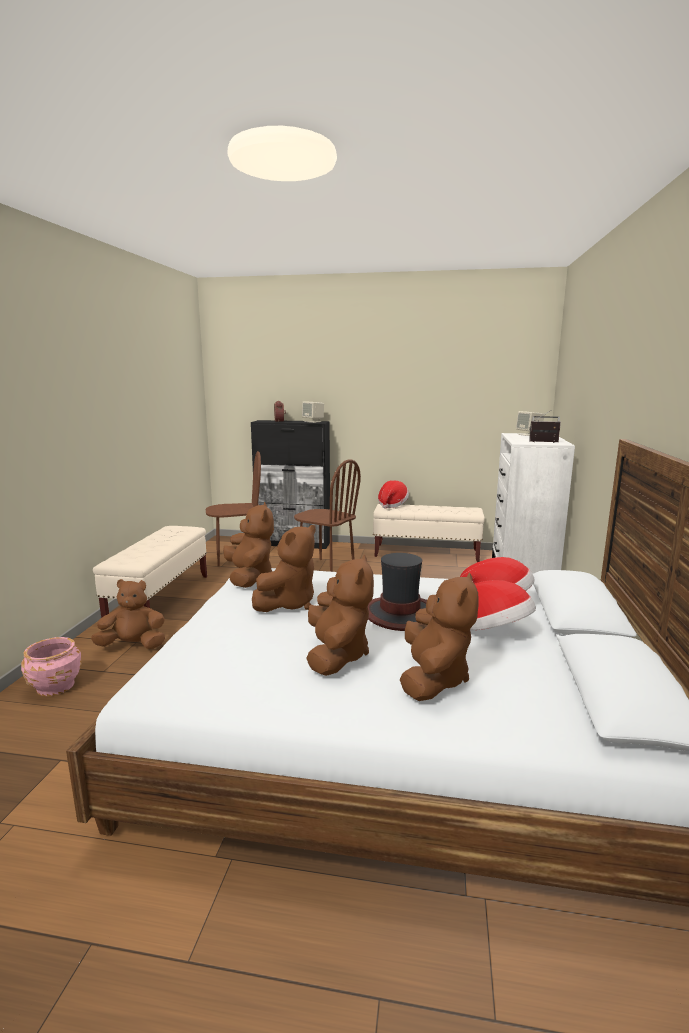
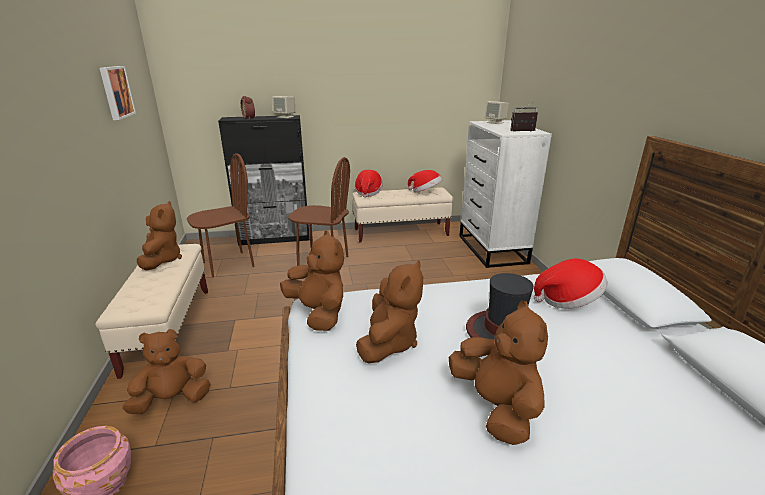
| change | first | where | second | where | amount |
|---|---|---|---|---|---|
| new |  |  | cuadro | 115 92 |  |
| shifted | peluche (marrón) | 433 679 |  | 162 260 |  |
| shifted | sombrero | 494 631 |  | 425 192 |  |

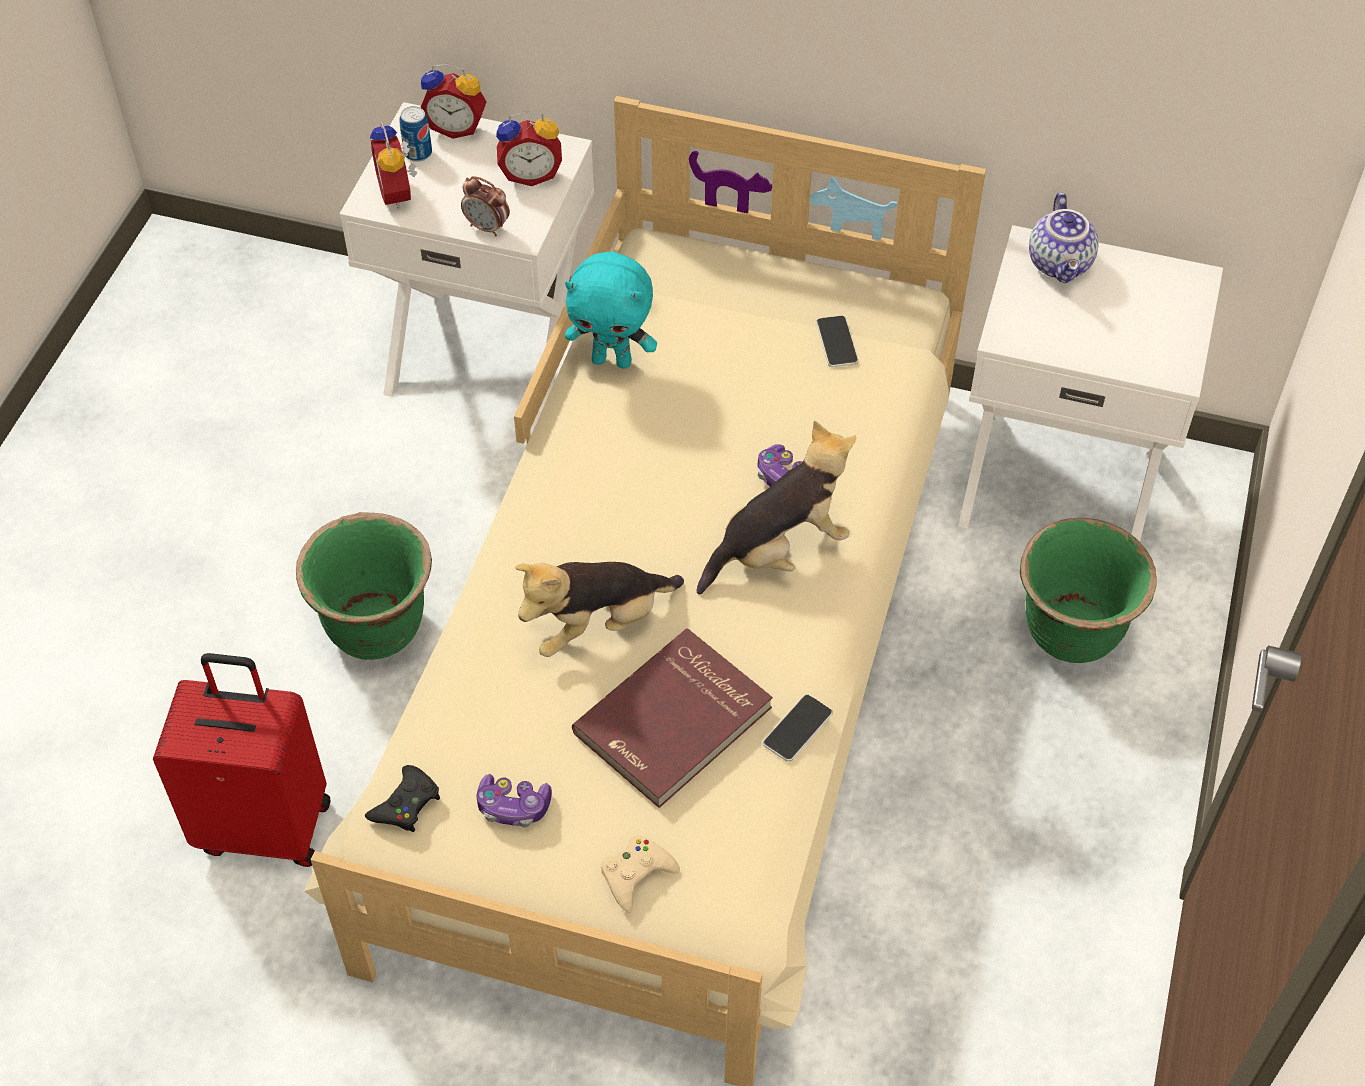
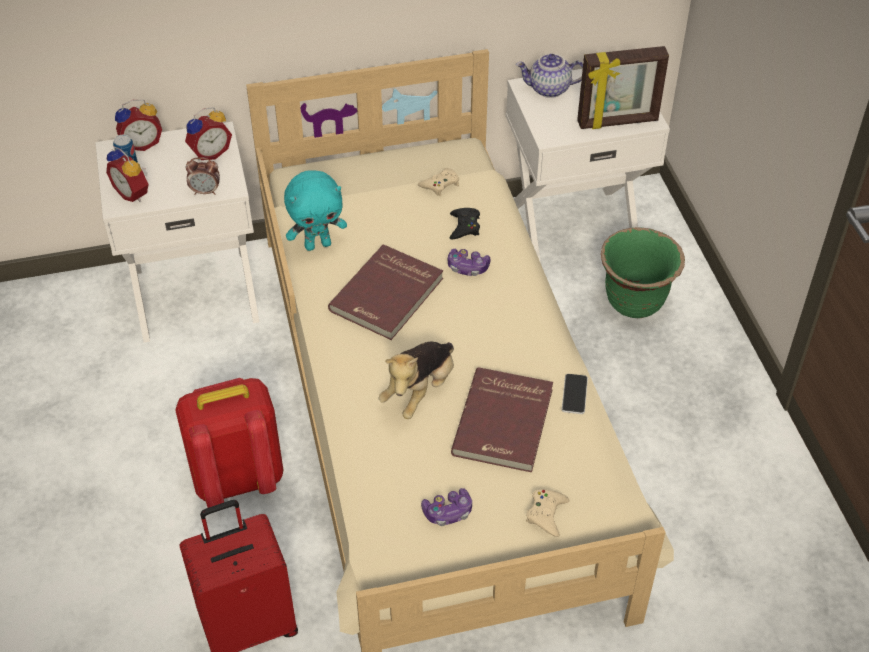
| change | first | where | second | where | amount |
|---|---|---|---|---|---|
| gone | peluche | 779 549 |  |  |  |
| new |  |  | libro (rojo) | 388 295 |  |
| new |  |  | portarretratos | 618 122 |  |
| shifted | mando de consola (negro) | 406 804 |  | 464 227 |  |
| swapped | maceta (verde) | 376 628 | mochila (rojo) | 237 478 |  |
| swapped | móvil | 836 342 | mando de consola (beis) | 440 184 |  |
| rotated | tetera | 1061 264 |  | 549 90 | 120 degrees clockwise |

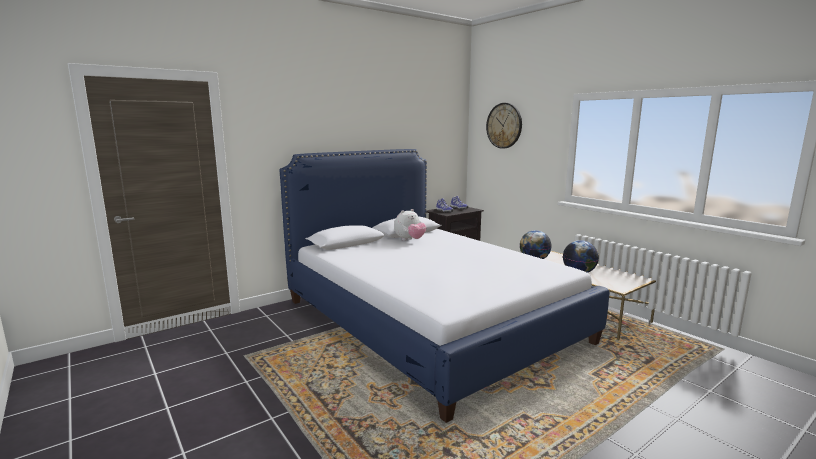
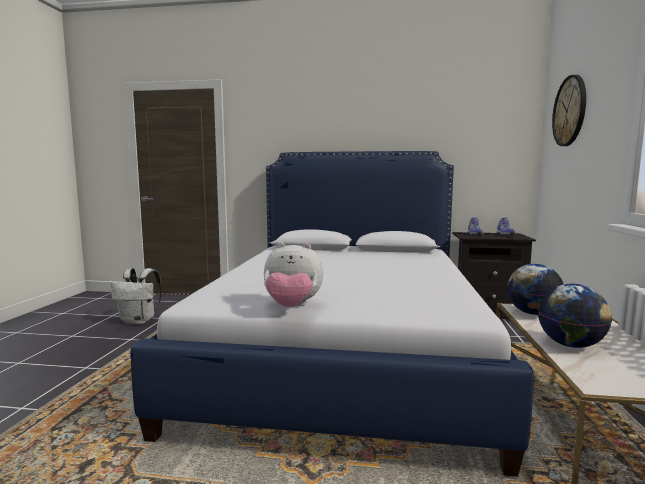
| change | first | where | second | where | amount |
|---|---|---|---|---|---|
| new |  |  | mochila (blanco) | 139 321 |  |
| shifted | peluche | 410 240 |  | 292 307 |  |

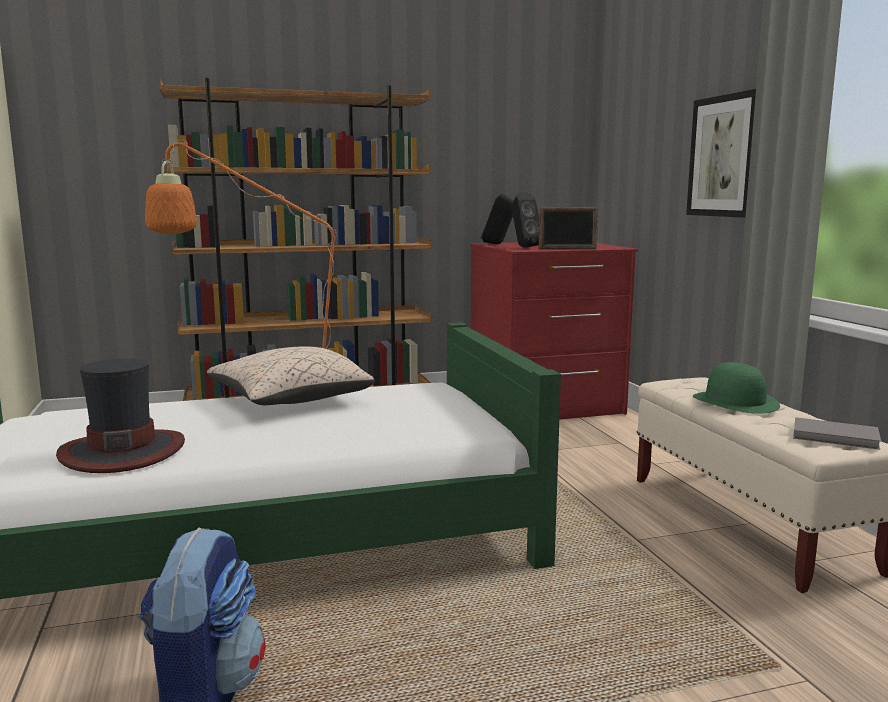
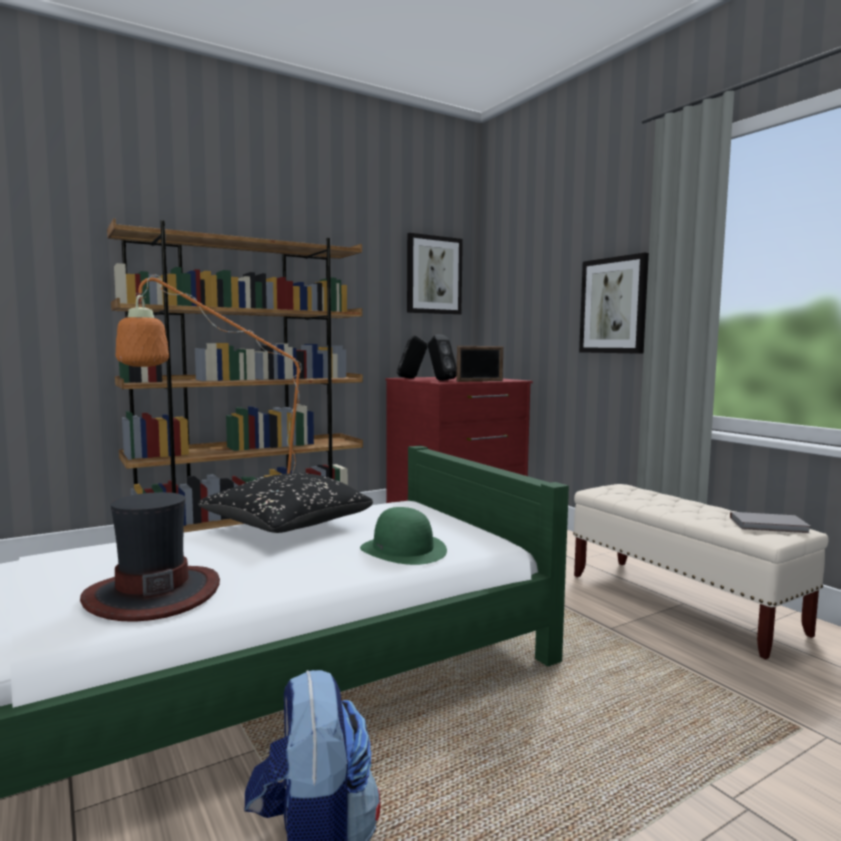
| change | first | where | second | where | amount |
|---|---|---|---|---|---|
| new |  |  | cuadro | 433 275 |  |
| shifted | sombrero (verde) | 735 402 |  | 403 550 |  |
| repainted | cojín (beis) | 290 401 | cojín (negro) | 287 527 |  |

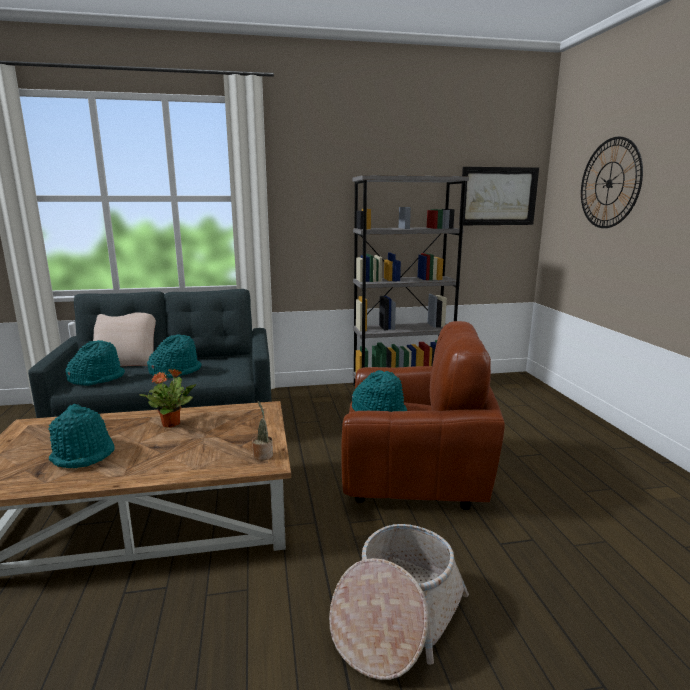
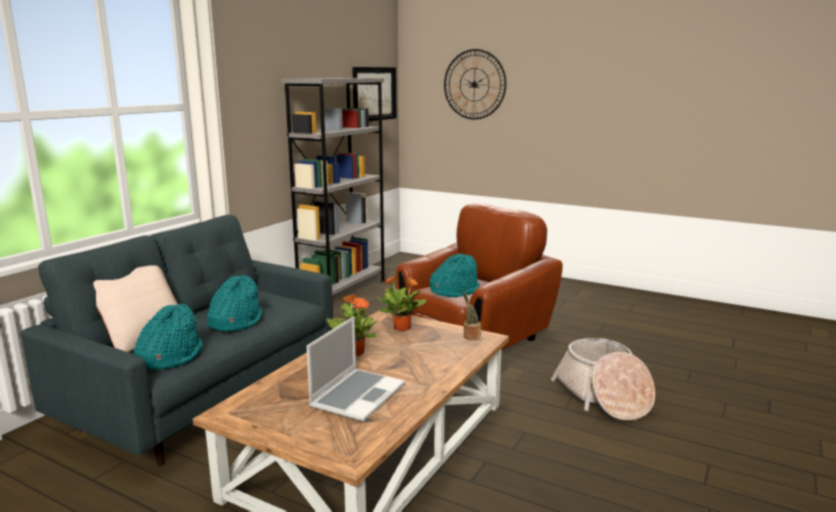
| change | first | where | second | where | amount |
|---|---|---|---|---|---|
| new |  |  | planta en maceta | 402 328 |  |
| swapped | sombrero (turquesa) | 83 454 | portátil | 357 395 |  |

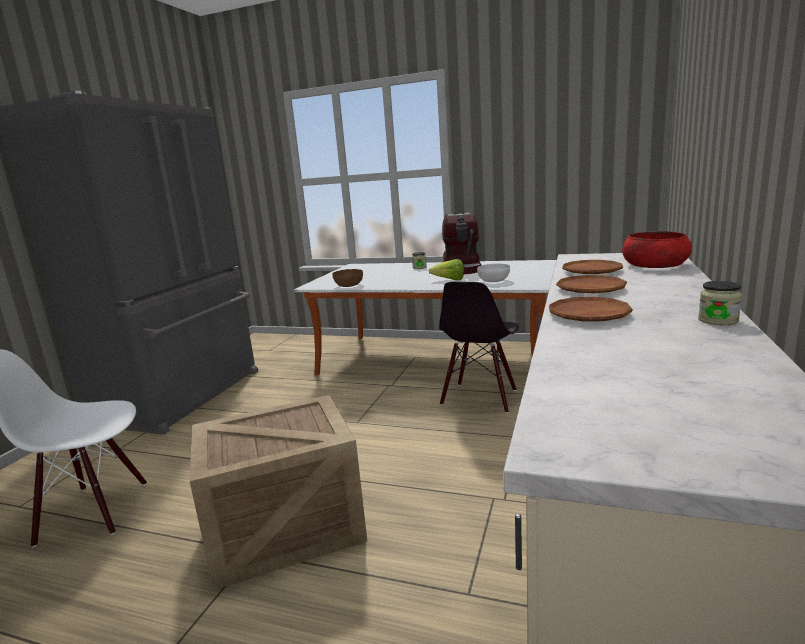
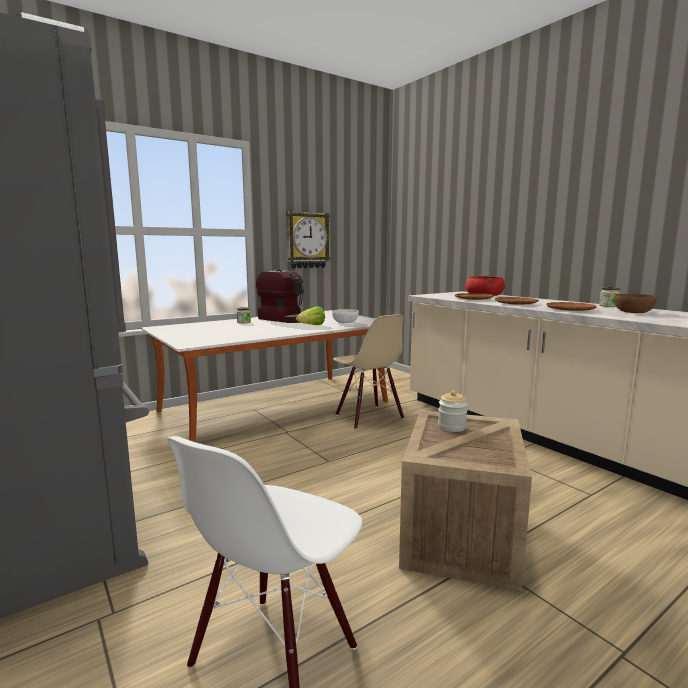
| change | first | where | second | where | amount |
|---|---|---|---|---|---|
| new |  |  | reloj de pared | 307 240 |  |
| new |  |  | tarro | 451 427 |  |
| shifted | cuenco (marrón) | 349 285 |  | 632 312 |  |
| repainted | silla (negro) | 480 397 | silla (beis) | 368 417 |  |

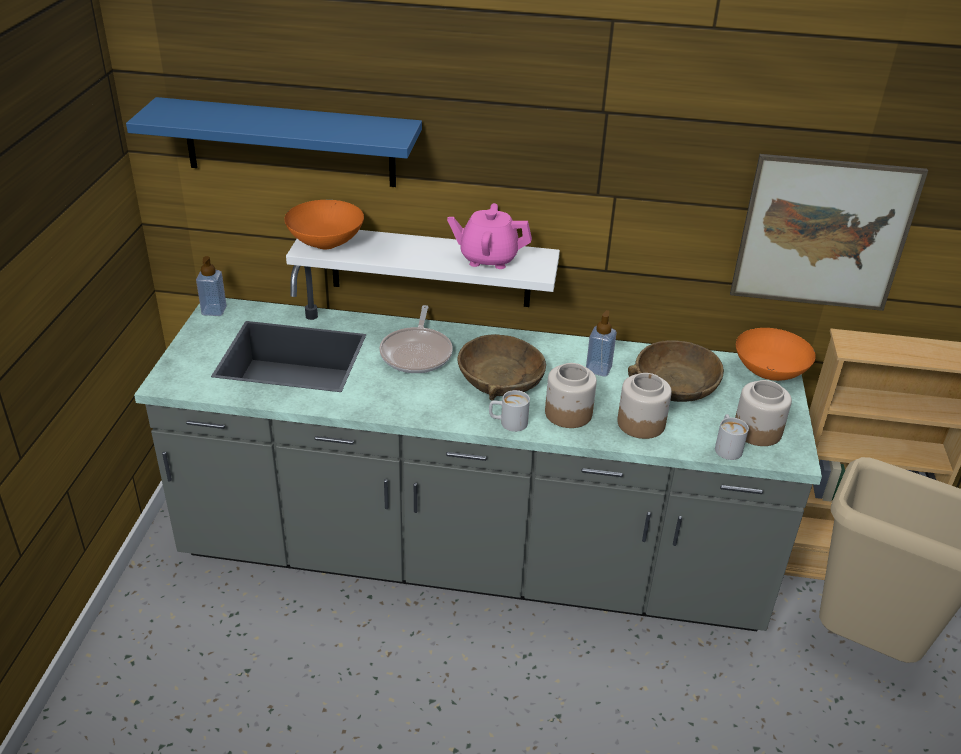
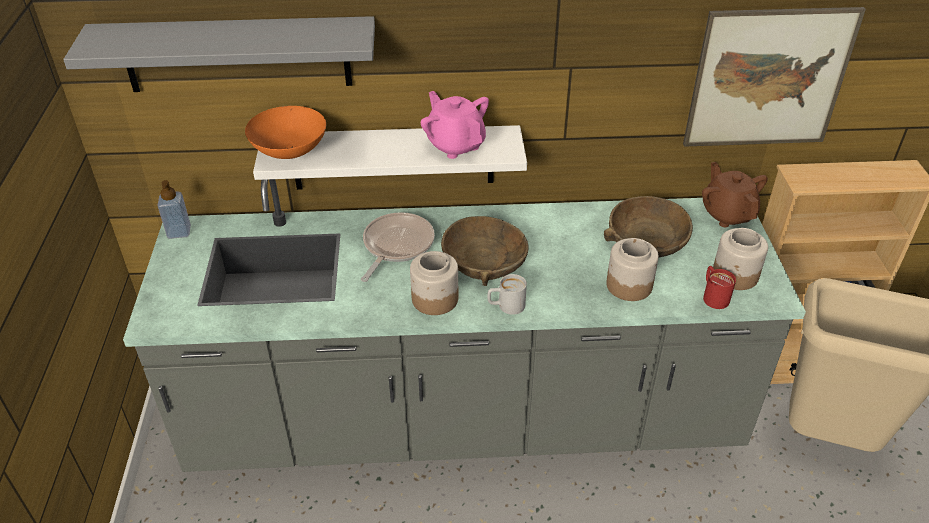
| change | first | where | second | where | amount |
|---|---|---|---|---|---|
| gone | dispensador de jabón | 598 369 |  |  |  |
| shifted | tarro | 567 413 |  | 434 299 |  |
| swapped | cuenco (naranja) | 770 373 | tetera (marrón) | 727 214 |  |
| repainted | estante (azul) | 290 143 | estante (gris) | 237 54 |  |
| repainted | taza grande (blanco) | 726 446 | taza grande (rojo) | 713 296 |  |
| rotated | sartén | 417 353 |  | 396 246 | 150 degrees counterclockwise |
| rotated | tetera (rosa) | 488 258 |  | 455 145 | 60 degrees clockwise |

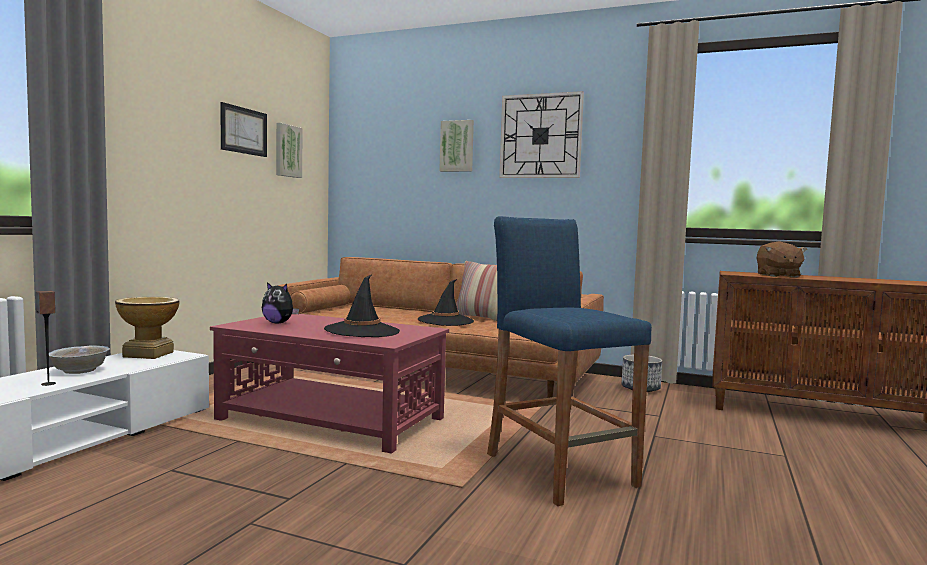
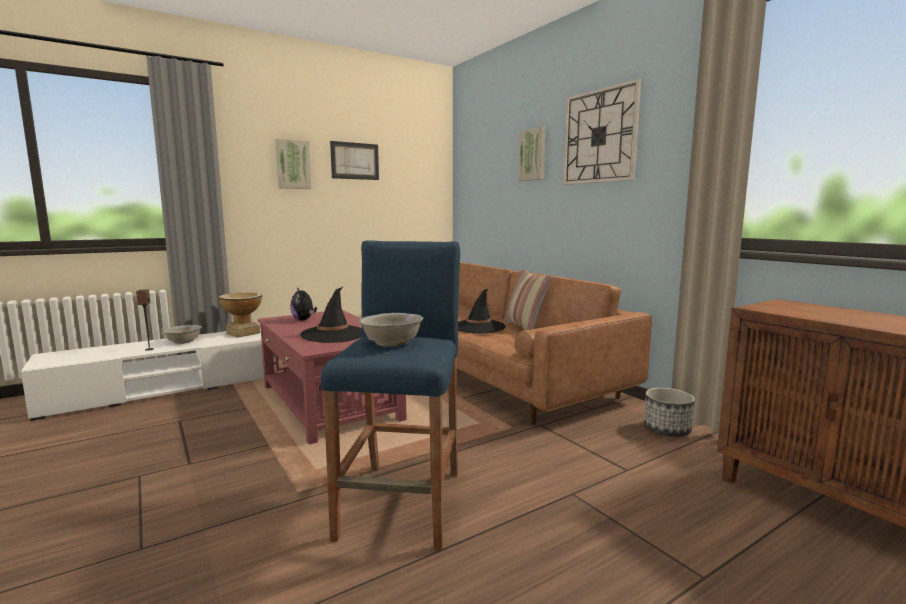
| change | first | where | second | where | amount |
|---|---|---|---|---|---|
| gone | peluche (marrón) | 777 275 |  |  |  |
| new |  |  | cuenco (blanco) | 392 343 |  |
| shifted | cuadro | 287 151 |  | 293 164 |  |

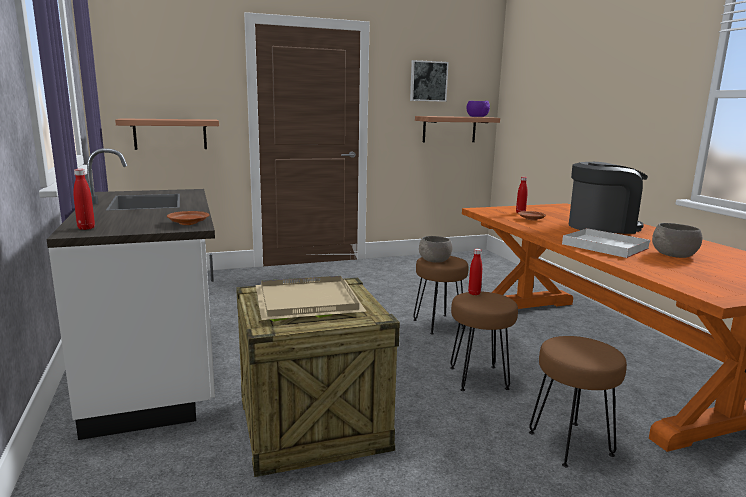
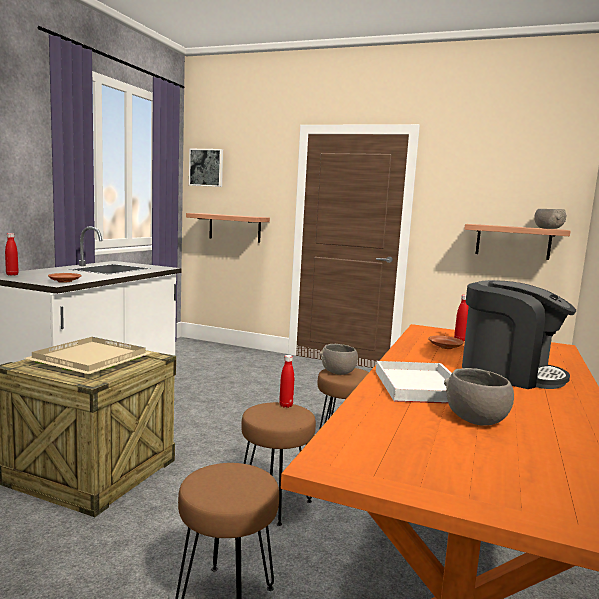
| change | first | where | second | where | amount |
|---|---|---|---|---|---|
| shifted | cuadro | 428 81 |  | 206 167 |  |
| repainted | cuenco (morado) | 477 116 | cuenco (gris) | 548 228 |  |

